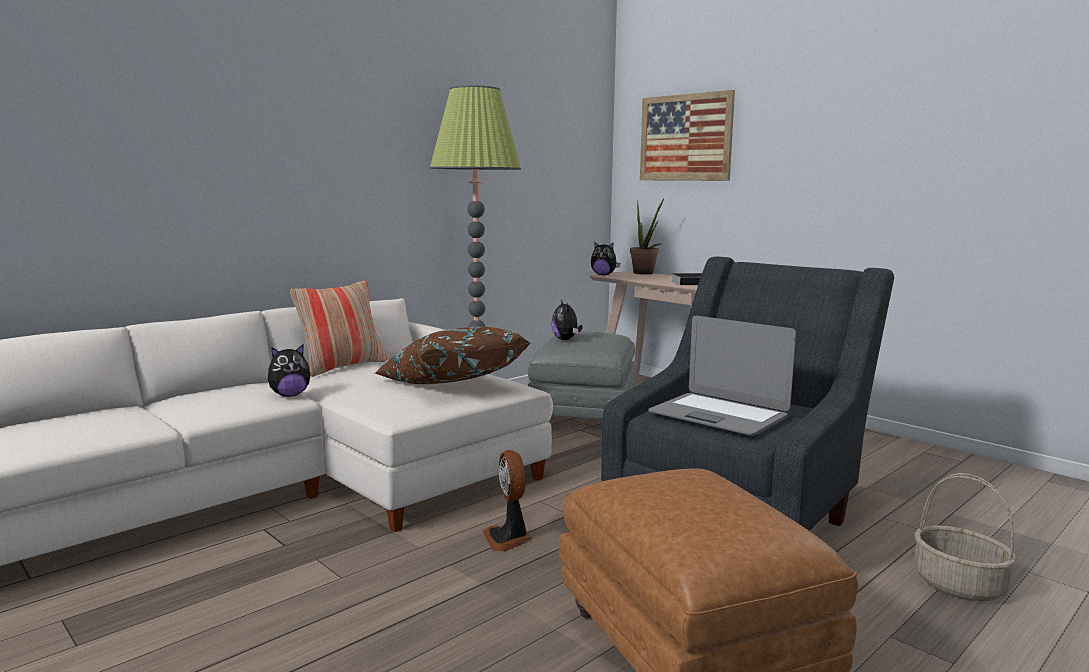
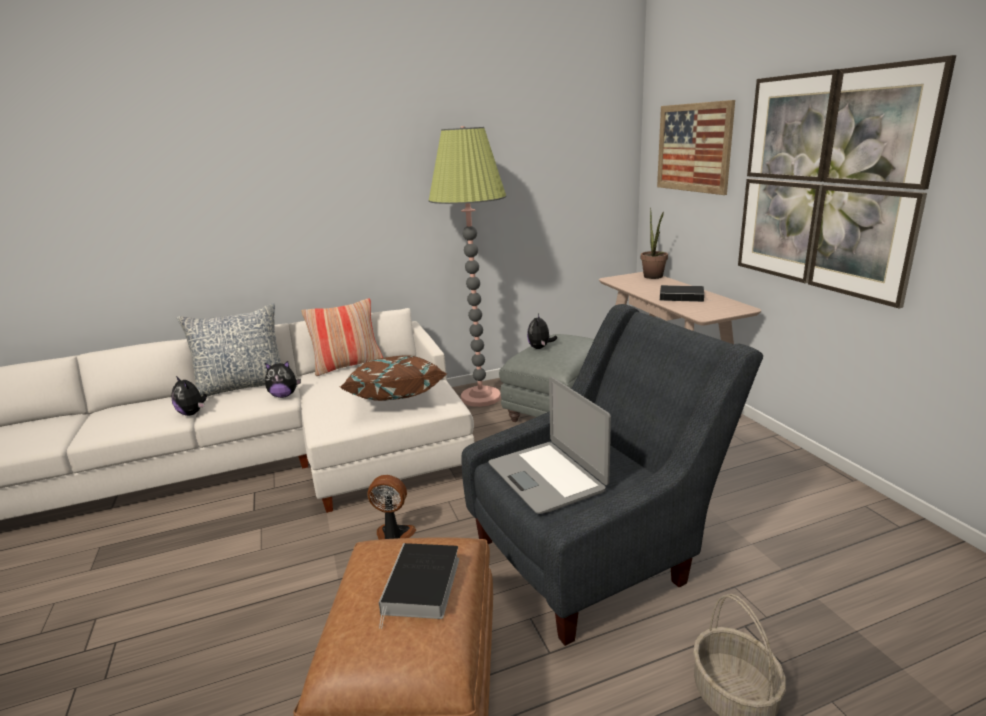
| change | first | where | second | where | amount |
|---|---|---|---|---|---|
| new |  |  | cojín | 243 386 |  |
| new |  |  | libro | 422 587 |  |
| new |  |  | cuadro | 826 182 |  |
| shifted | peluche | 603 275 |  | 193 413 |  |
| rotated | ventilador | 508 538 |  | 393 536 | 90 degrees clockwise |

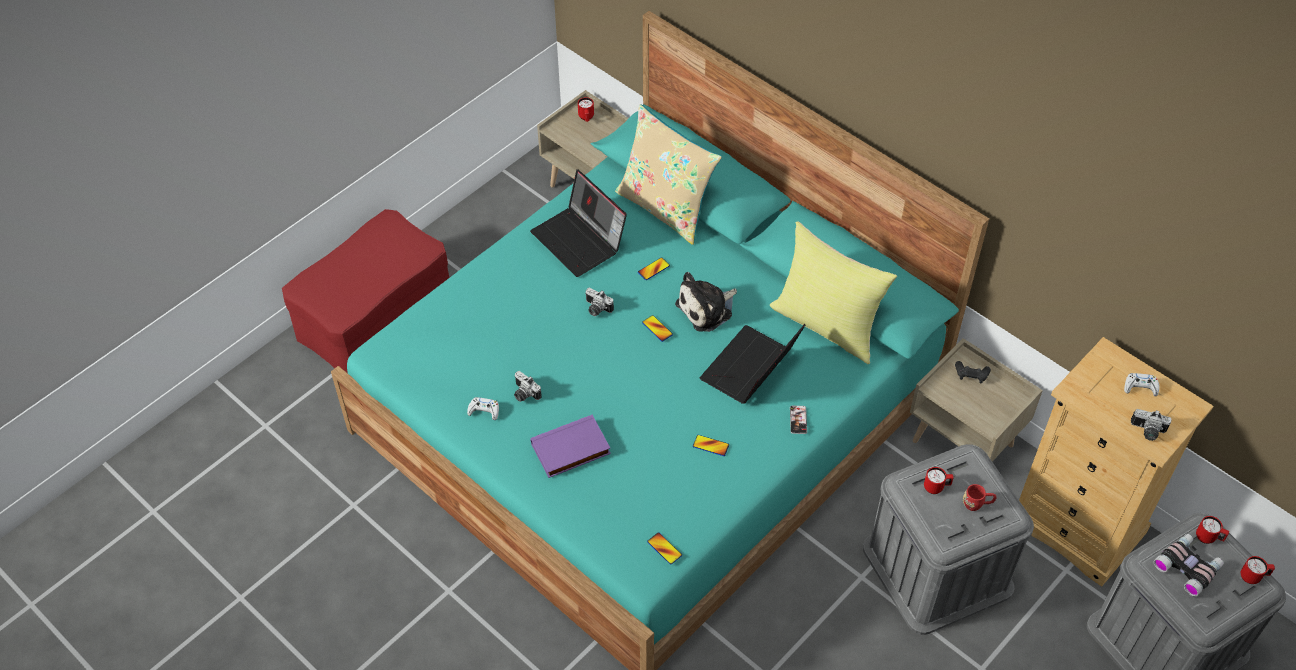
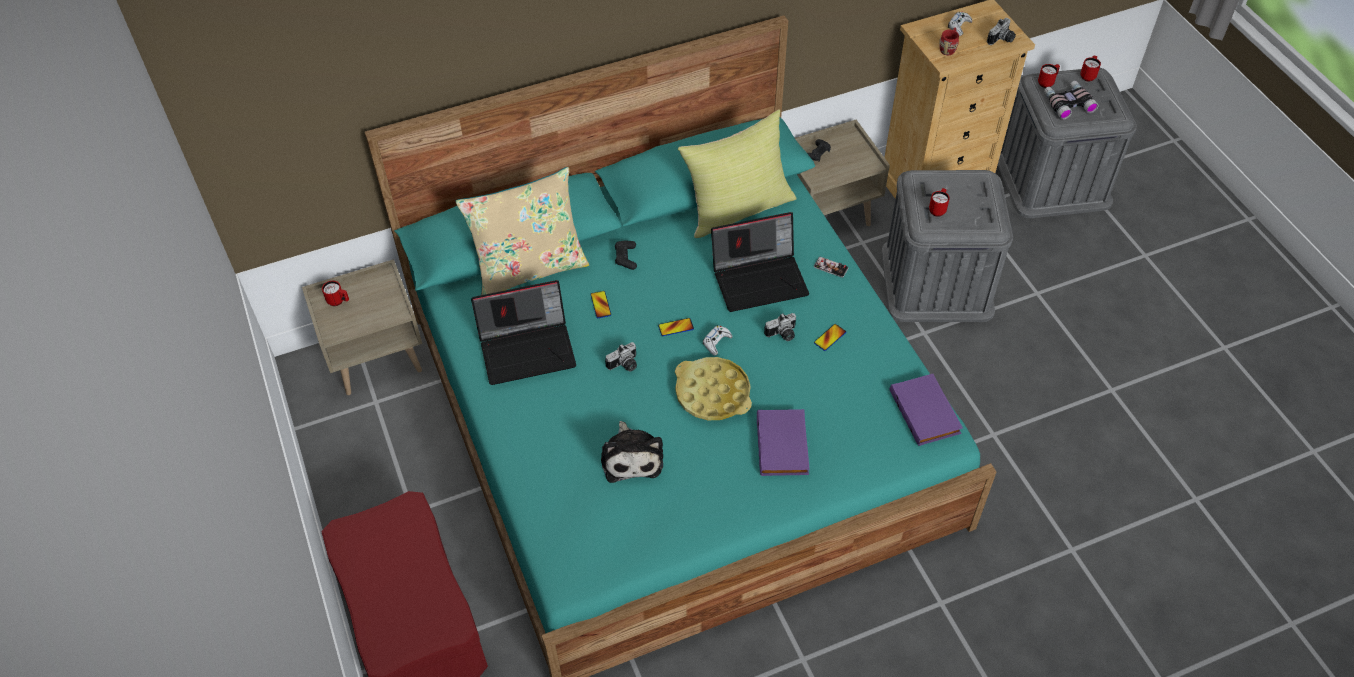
| change | first | where | second | where | amount |
|---|---|---|---|---|---|
| new |  |  | mando de consola (negro) | 626 258 |  |
| new |  |  | bandeja (amarillo) | 712 393 |  |
| shifted | mando de consola (blanco) | 484 411 |  | 716 342 |  |
| shifted | cámara | 524 394 |  | 782 335 |  |
| shifted | peluche | 707 309 |  | 631 457 |  |
| shifted | taza grande (rojo) | 977 504 |  | 948 48 |  |
| swapped | móvil | 664 549 | libro (morado) | 926 412 |  |
| rotated | portátil | 750 370 |  | 760 279 | 75 degrees counterclockwise |

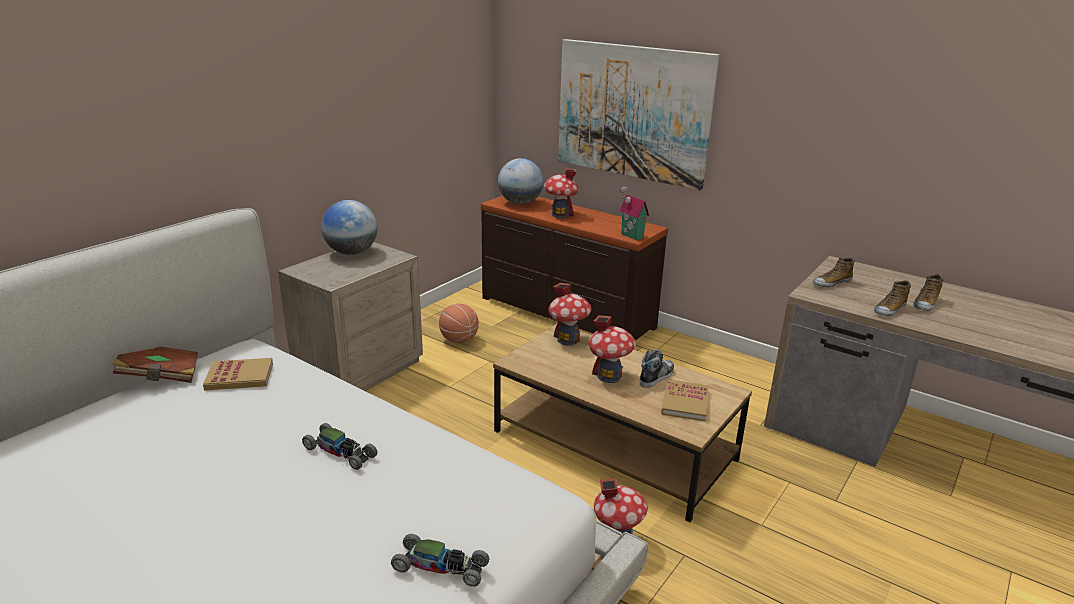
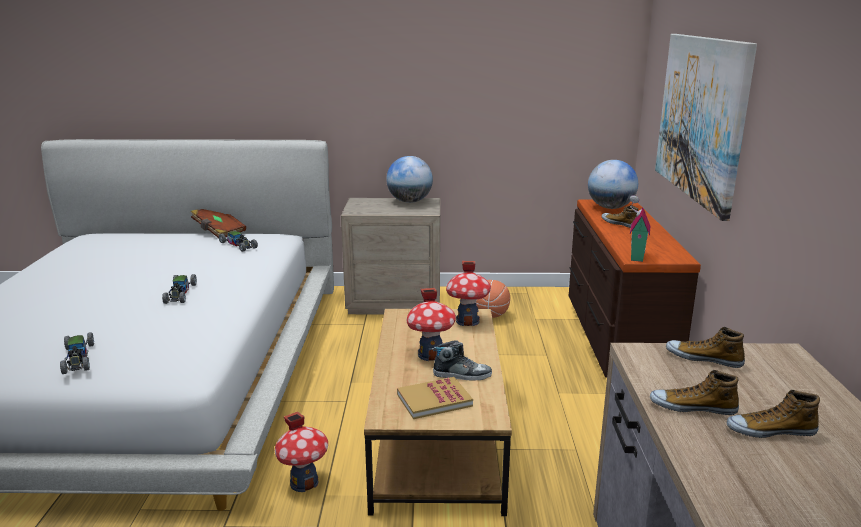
| change | first | where | second | where | amount |
|---|---|---|---|---|---|
| swapped | libro | 239 377 | coche de juguete | 238 245 |  |
| swapped | casita | 560 214 | zapato | 620 224 |  |

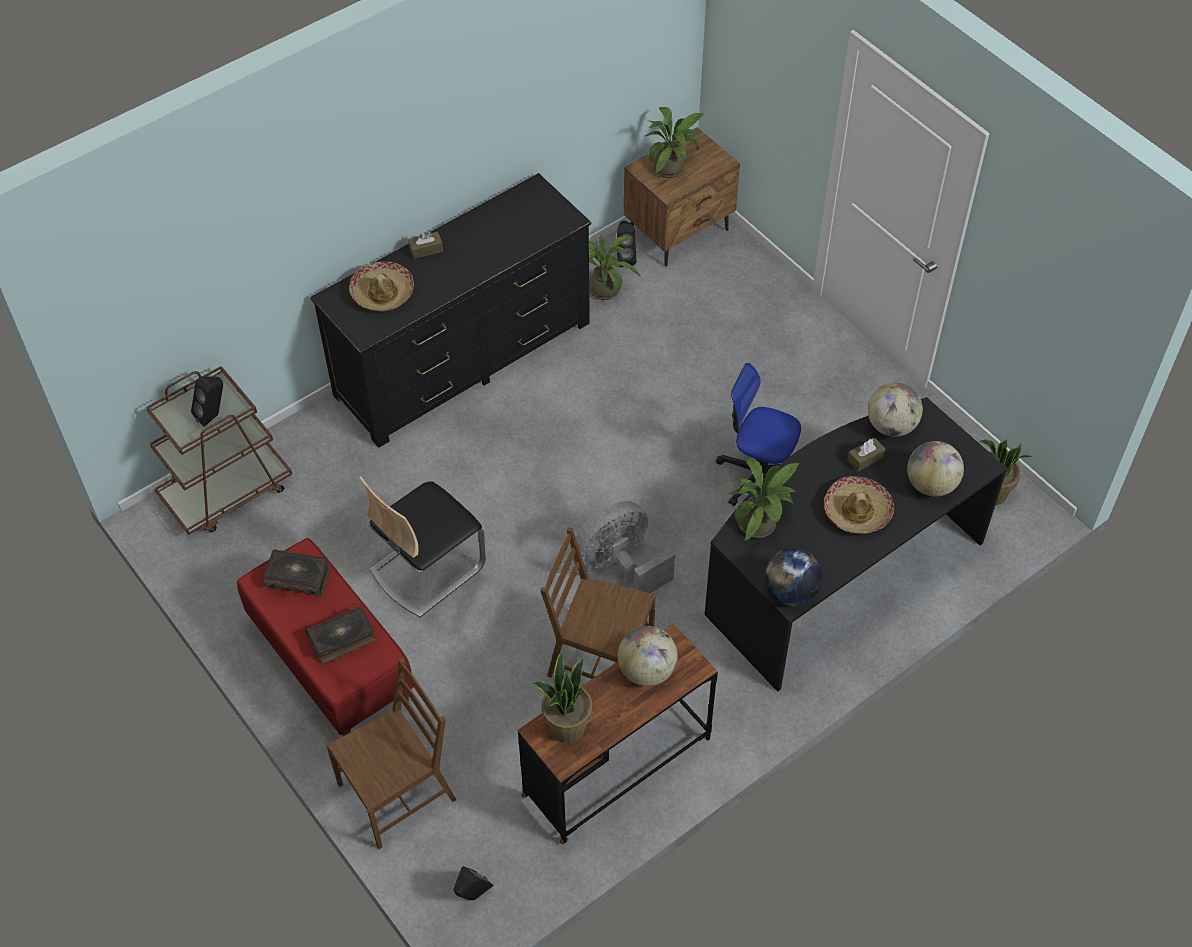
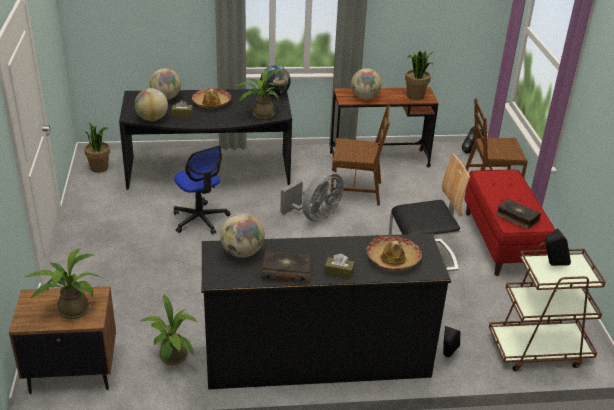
| change | first | where | second | where | amount |
|---|---|---|---|---|---|
| new |  |  | globo terráqueo | 242 253 |  |
| shifted | libro | 342 639 |  | 286 272 |  |
| shifted | altavoz (negro) | 625 258 |  | 447 356 |  |
| rotated | silla (marrón) | 599 658 |  | 356 191 | 45 degrees counterclockwise |
| rotated | ventilador (gris) | 618 567 |  | 315 216 | 45 degrees counterclockwise |

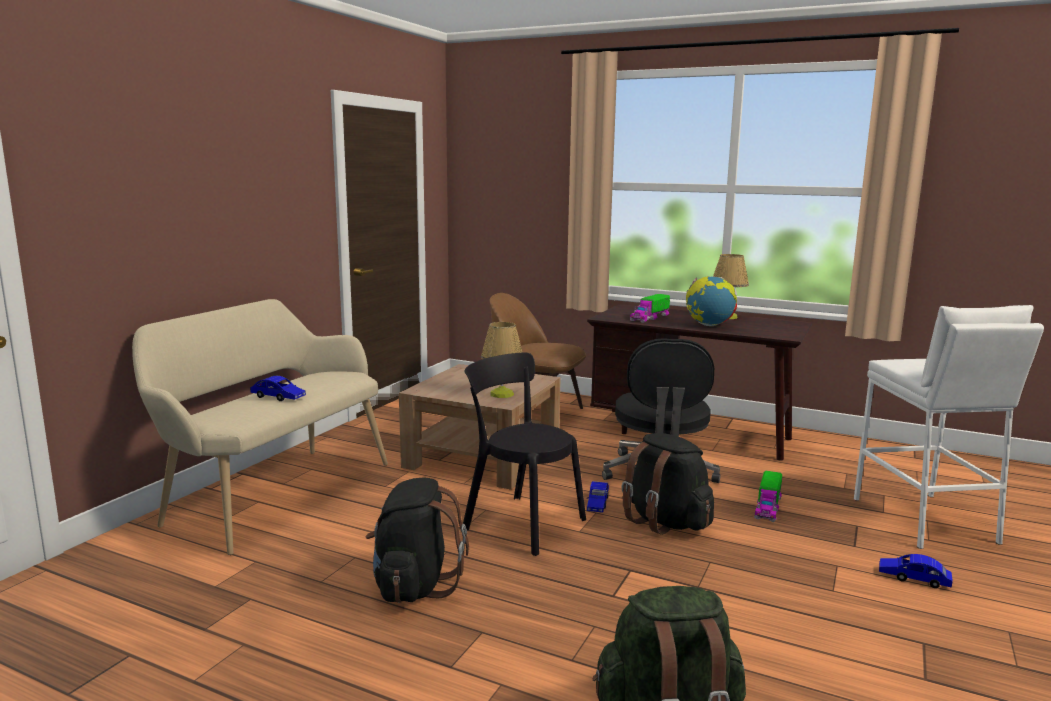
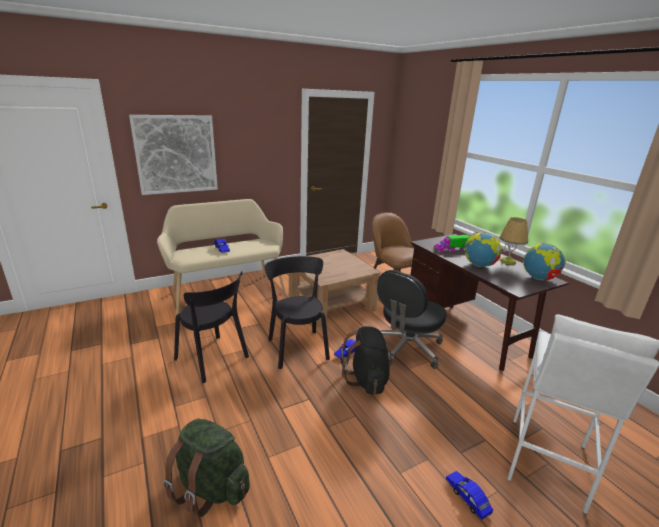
| change | first | where | second | where | amount |
|---|---|---|---|---|---|
| gone | lámpara de mesa | 502 394 |  |  |  |
| gone | camión de juguete | 768 507 |  |  |  |
| new |  |  | cuadro | 176 154 |  |
| new |  |  | globo terráqueo | 539 278 |  |
| swapped | mochila (negro) | 414 586 | silla (negro) | 213 359 |  |

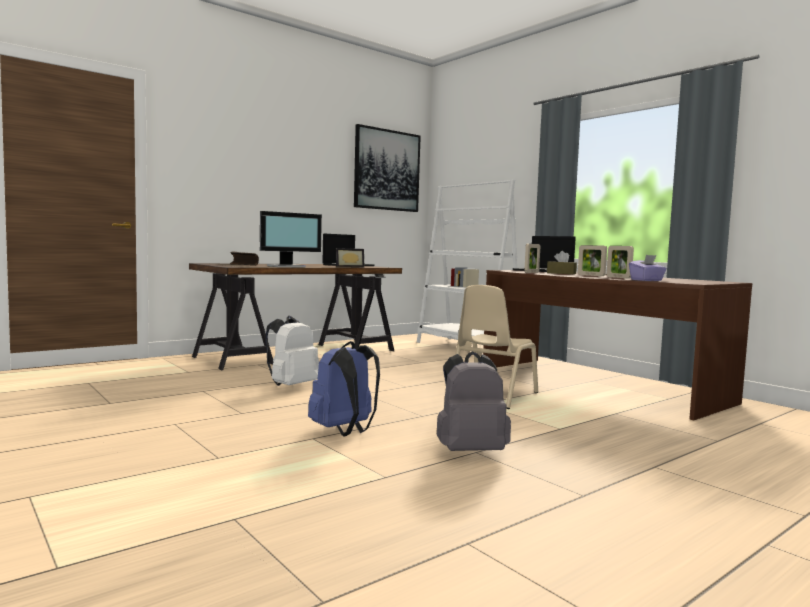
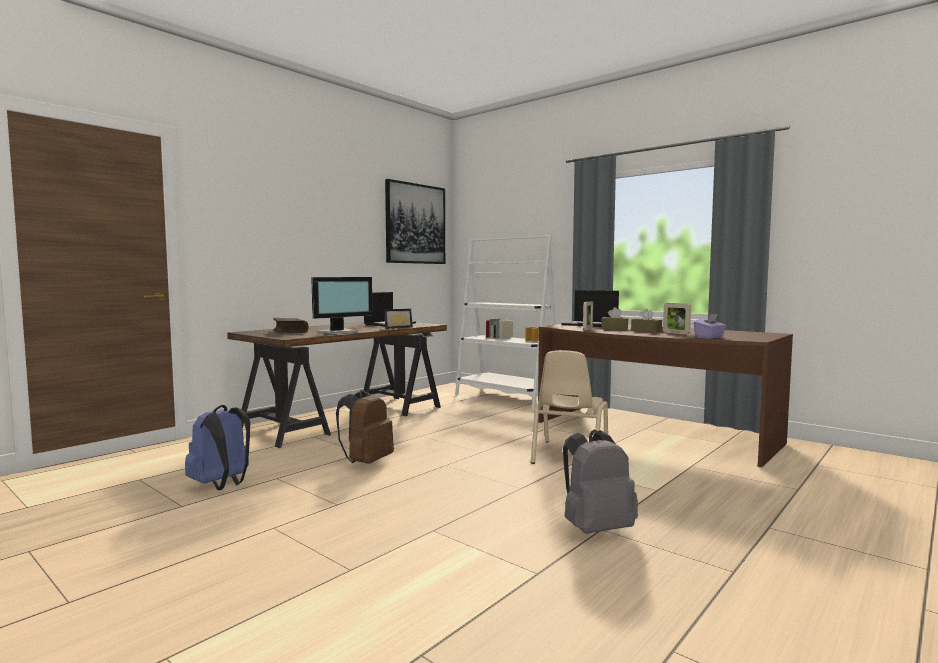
| change | first | where | second | where | amount |
|---|---|---|---|---|---|
| shifted | mochila (azul) | 345 431 |  | 222 485 |  |
| swapped | portarretratos | 591 275 | caja de pañuelos (marrón) | 646 331 |  |
| repainted | mochila (blanco) | 291 386 | mochila (marrón) | 366 462 |  |

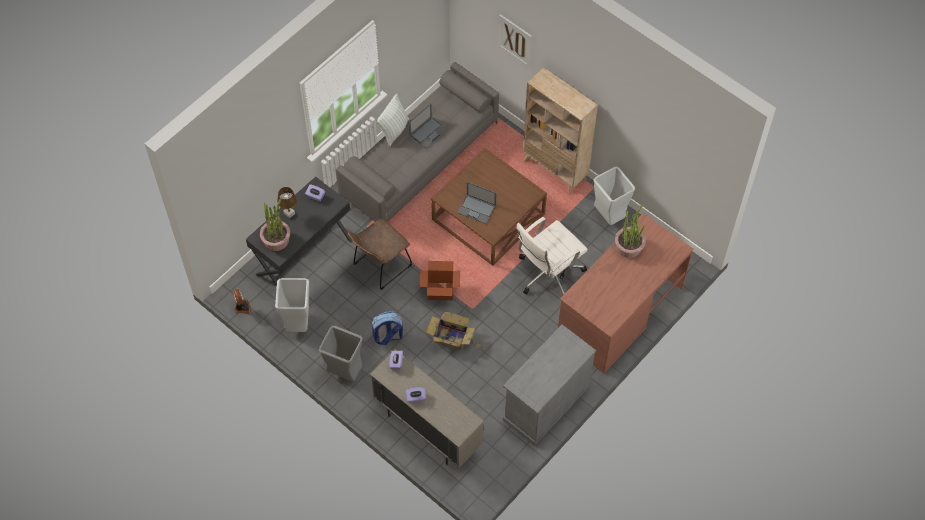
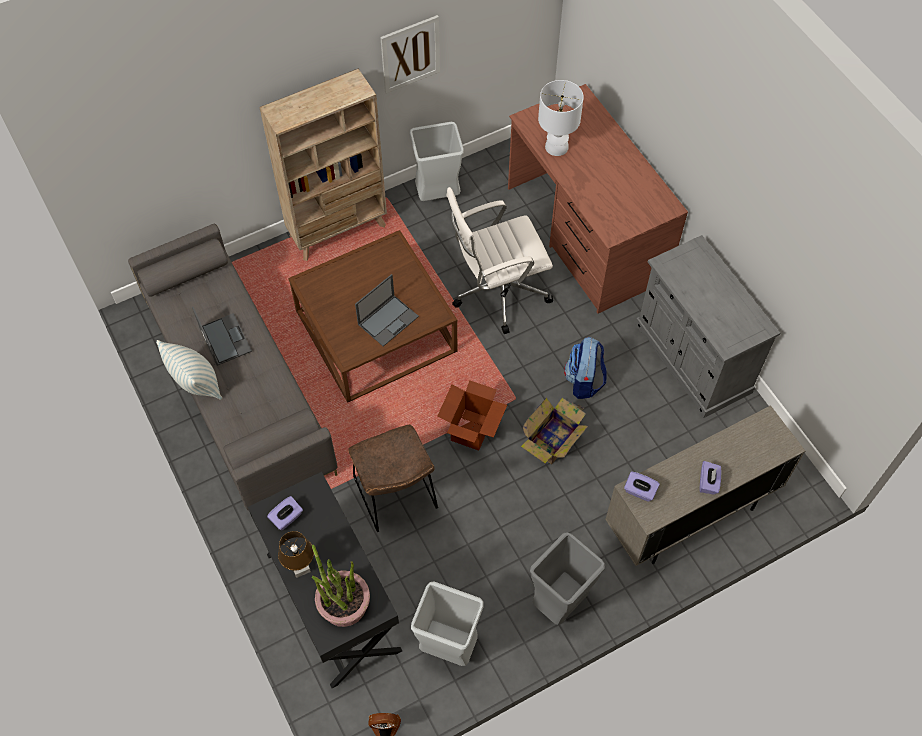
| change | first | where | second | where | amount |
|---|---|---|---|---|---|
| shifted | mochila | 388 336 |  | 584 381 |  |
| shifted | cuadro | 515 40 |  | 410 54 |  |
| swapped | planta en maceta | 629 246 | lámpara de mesa (blanco) | 556 147 |  |
| rotated | silla de oficina (blanco) | 548 274 |  | 497 291 | 90 degrees clockwise |

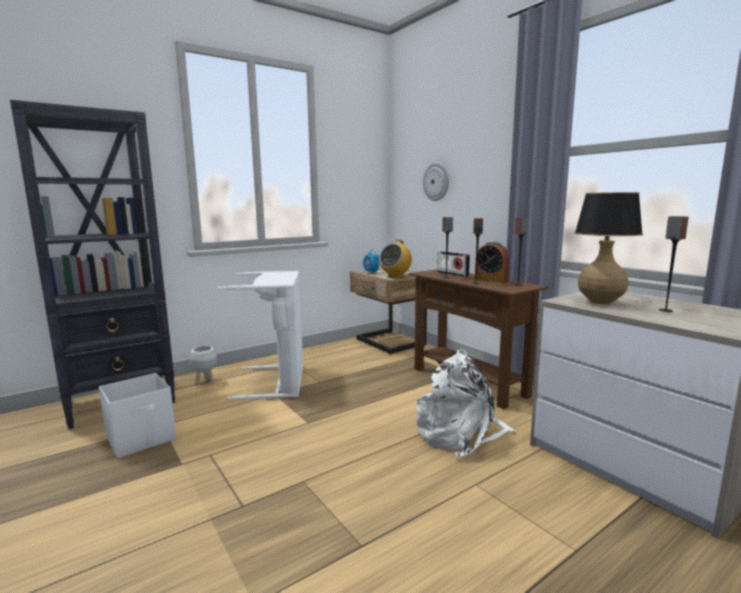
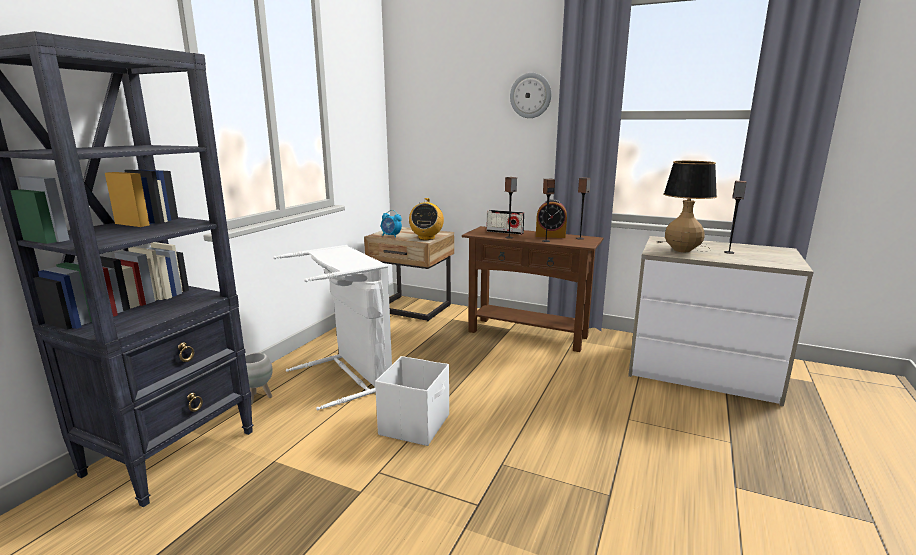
| change | first | where | second | where | amount |
|---|---|---|---|---|---|
| gone | mochila (blanco) | 461 434 |  |  |  |
| shifted | caja de almacenaje (blanco) | 142 438 |  | 415 424 |  |
| shifted | reloj de pared | 436 181 |  | 530 95 |  |

